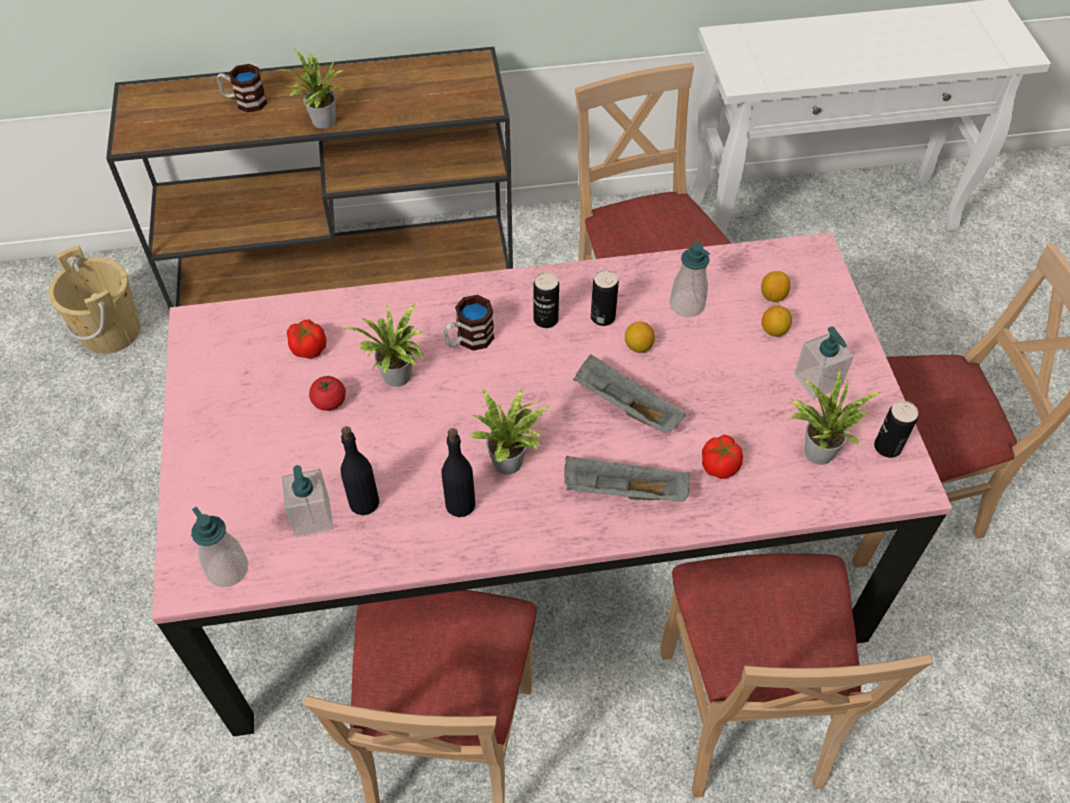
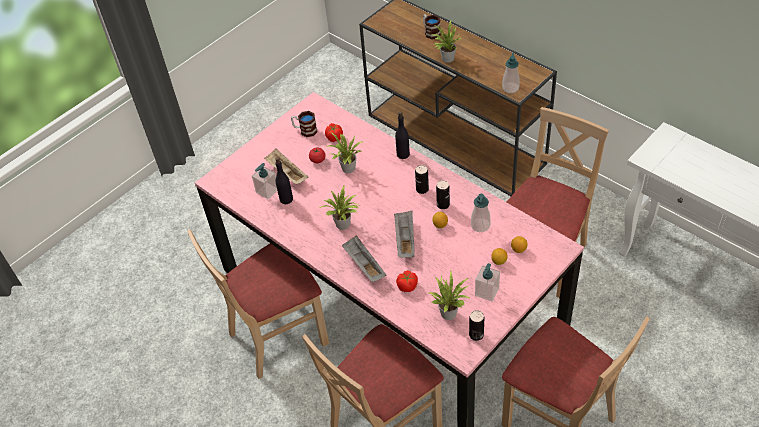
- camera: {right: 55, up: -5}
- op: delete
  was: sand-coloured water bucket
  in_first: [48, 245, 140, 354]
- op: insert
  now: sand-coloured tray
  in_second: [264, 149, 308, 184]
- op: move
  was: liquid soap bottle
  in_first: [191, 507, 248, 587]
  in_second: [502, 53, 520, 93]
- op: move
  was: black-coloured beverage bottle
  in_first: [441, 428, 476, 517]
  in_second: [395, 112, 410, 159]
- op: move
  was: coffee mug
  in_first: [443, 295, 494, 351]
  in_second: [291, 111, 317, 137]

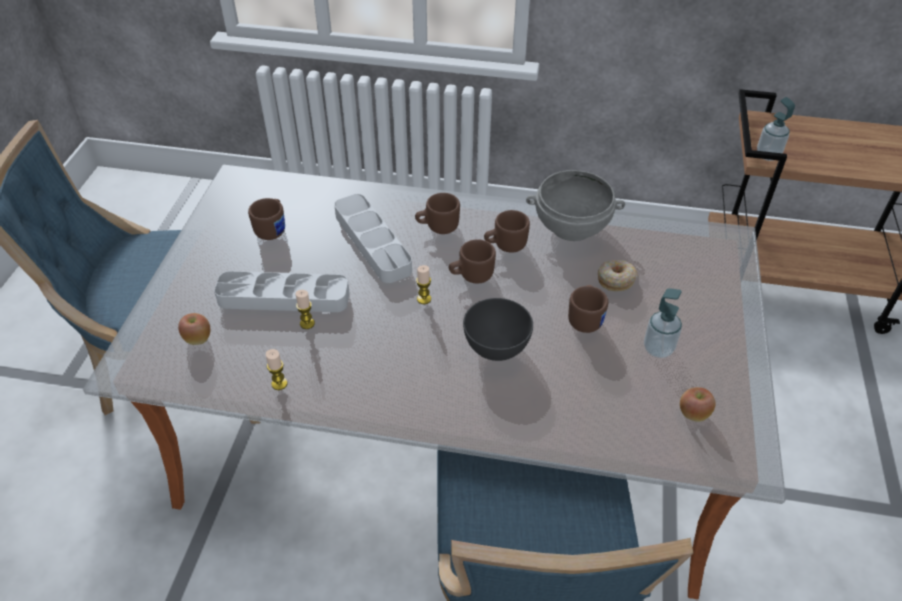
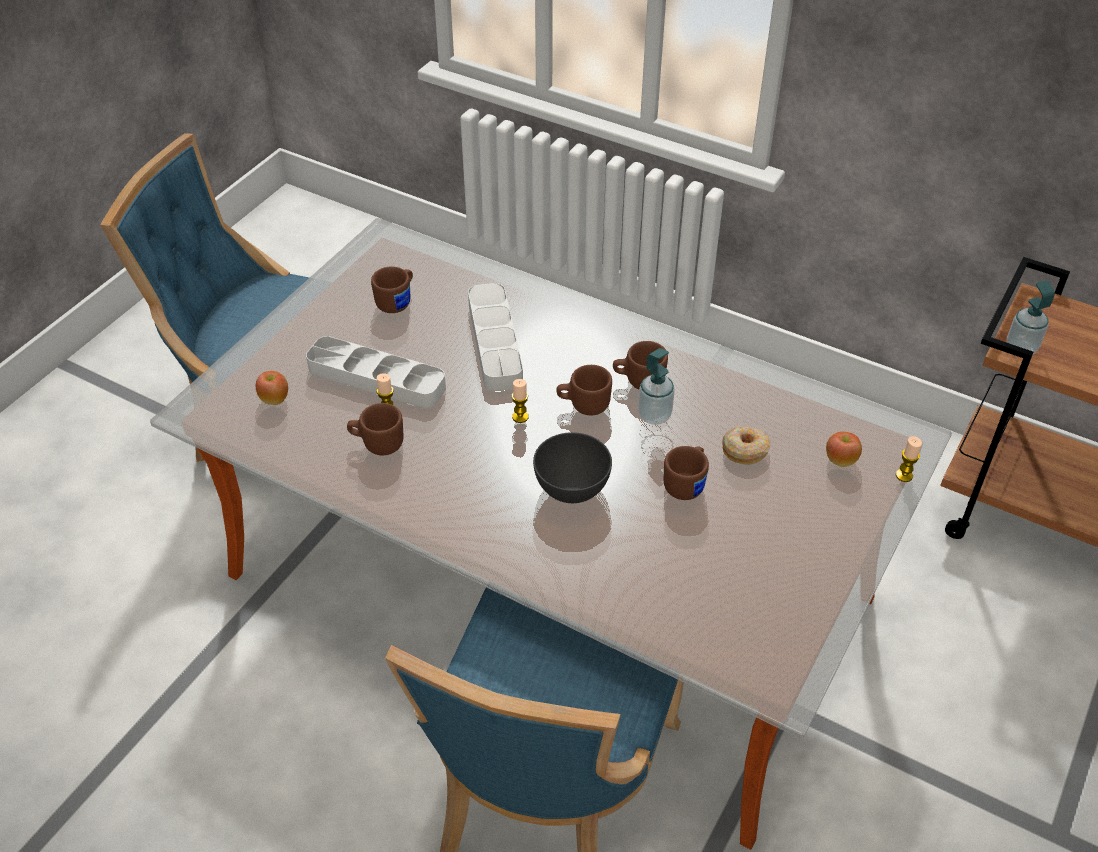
- camera: {right: 20, up: 0}
- op: delete
  was: gray serving bowl
  in_first: [526, 170, 625, 241]
- op: move
  was: wax candle
  in_first: [266, 349, 287, 390]
  in_second: [896, 436, 922, 482]
- op: move
  was: brown-coloured coffee mug
  in_first: [415, 193, 460, 234]
  in_second: [347, 403, 403, 455]
- op: move
  was: liquid soap bottle
  in_first: [644, 288, 682, 358]
  in_second: [638, 348, 675, 425]
- op: move
  was: whole apple
  in_first: [680, 387, 716, 422]
  in_second: [826, 431, 862, 467]

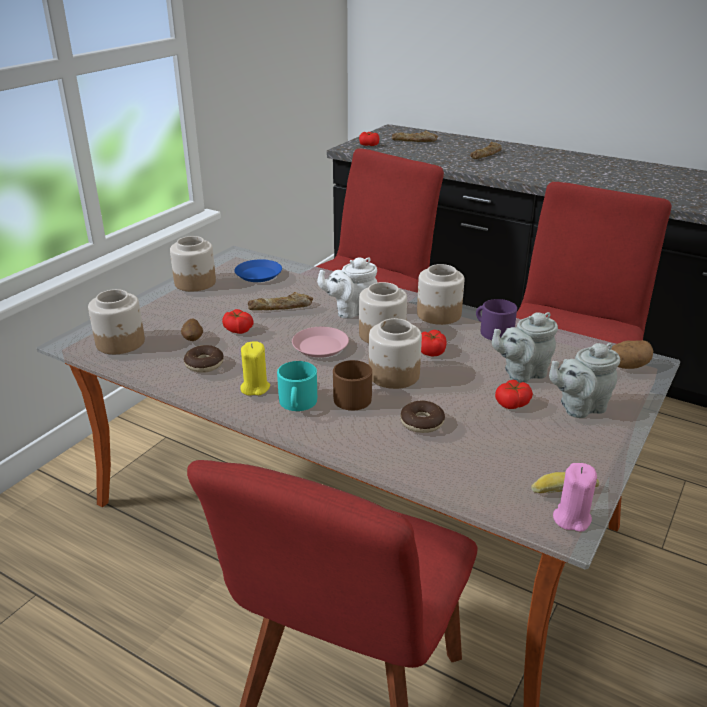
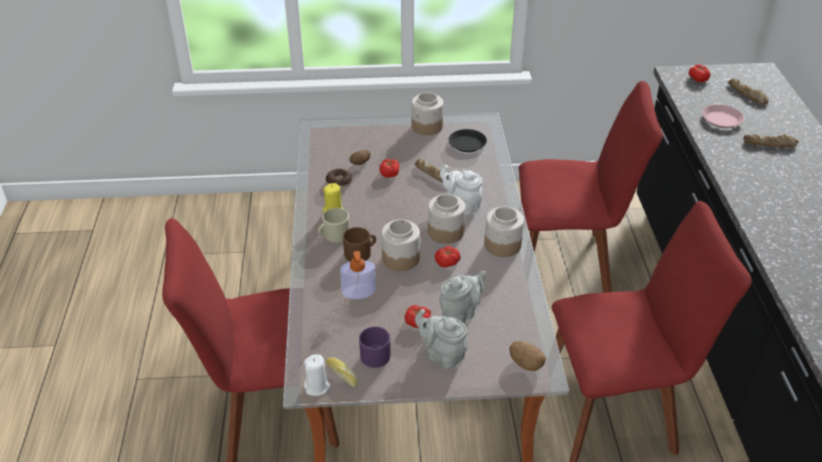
- camera: {right: 55, up: 10}
- op: delete
  was: storage jar
  in_first: [88, 289, 145, 354]
- op: move
  was: pink dinner plate
  in_first: [292, 327, 349, 358]
  in_second: [702, 105, 744, 128]
- op: move
  was: purple-coloured coffee mug
  in_first: [476, 299, 517, 340]
  in_second: [359, 327, 391, 368]
- op: replace
  was: doughnut
  now: liquid soap bottle
  in_first: [400, 401, 445, 433]
  in_second: [340, 251, 376, 299]
- op: recolor
  was: bluish dinner plate
  now: black-coloured dinner plate
  in_first: [234, 259, 282, 282]
  in_second: [449, 129, 487, 152]
- op: recolor
  was: blue-green coffee mug
  now: sand-coloured coffee mug
  in_first: [277, 361, 317, 411]
  in_second: [318, 208, 350, 243]
- op: recolor
  was: pink wax candle
  now: white-coloured wax candle
  in_first: [553, 463, 597, 532]
  in_second: [304, 354, 331, 396]
- op: rotate
  was: gray pot for tea
  in_first: [492, 312, 558, 383]
  in_second: [439, 271, 486, 323]
  clockwise: 105

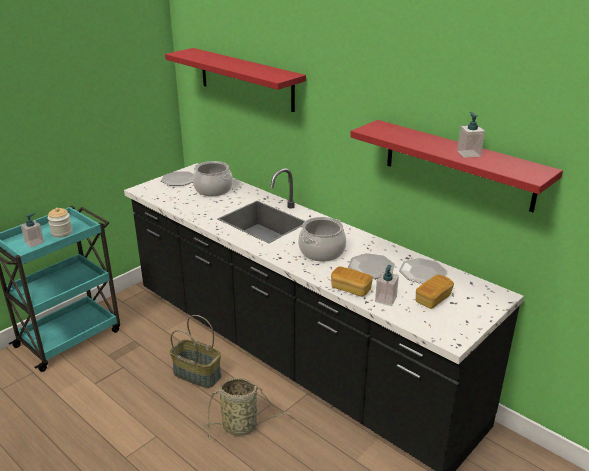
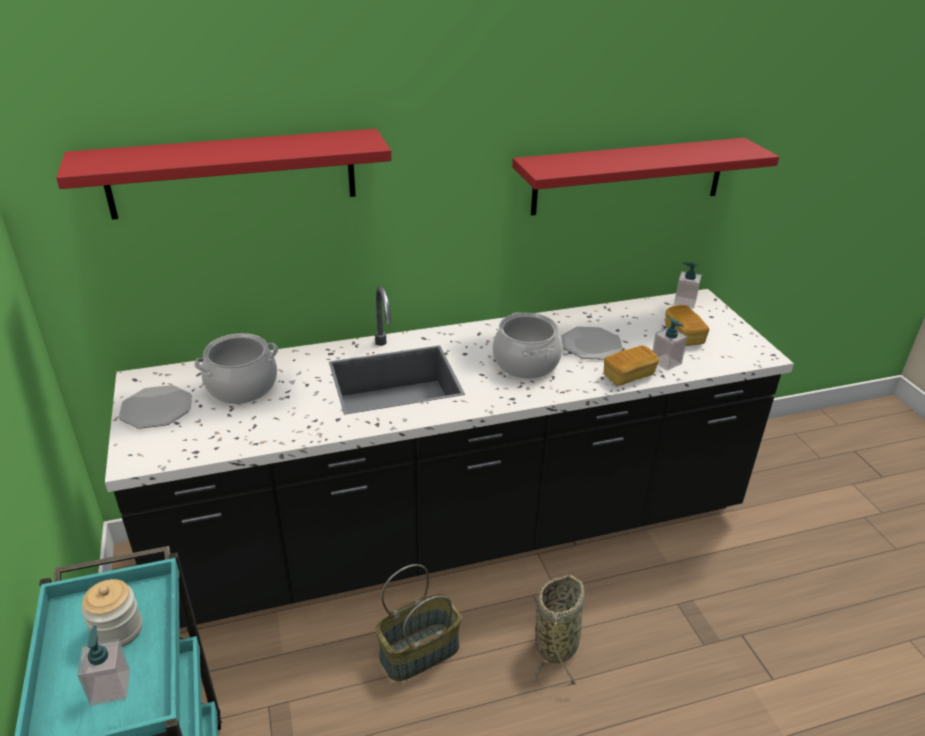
- camera: {right: -60, up: 5}
- op: delete
  was: dinner plate
  in_first: [399, 258, 447, 284]
- op: move
  was: liquid soap bottle
  in_first: [457, 112, 485, 158]
  in_second: [674, 262, 702, 309]

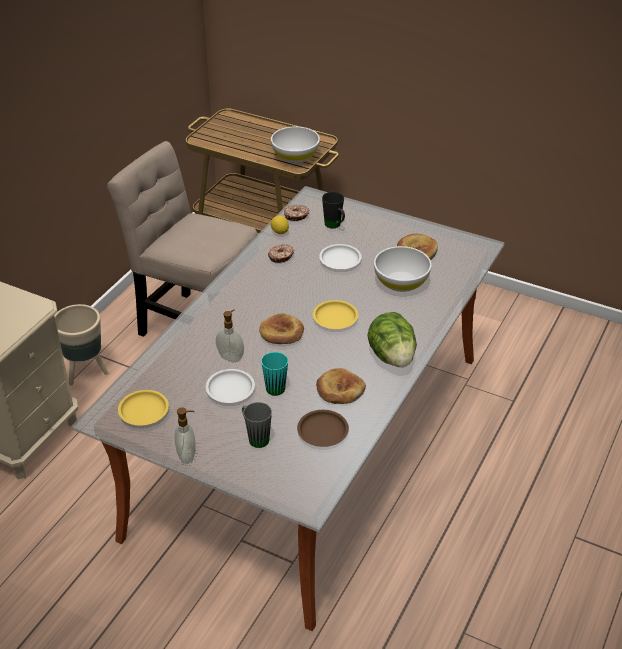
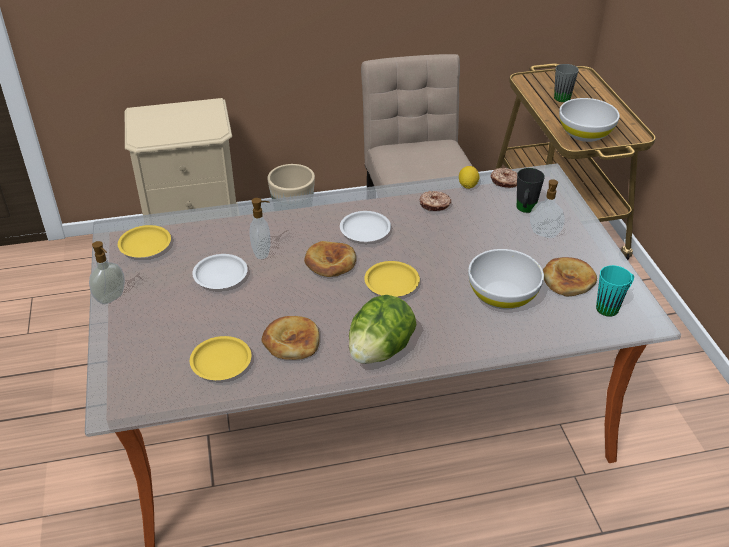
- camera: {right: 50, up: 0}
- op: insert
  now: liquid soap bottle
  in_second: [530, 179, 565, 238]
- op: move
  was: gray coffee mug
  in_first: [242, 402, 272, 448]
  in_second: [554, 64, 579, 102]
- op: move
  was: blue-green coffee mug
  in_first: [261, 352, 288, 396]
  in_second: [596, 265, 634, 317]
- op: move
  was: white-coloured dinner plate
  in_first: [319, 244, 362, 269]
  in_second: [340, 211, 391, 242]
- op: recolor
  was: brown-coloured dinner plate
  now: yellow dinner plate
  in_first: [297, 410, 349, 447]
  in_second: [190, 336, 251, 380]

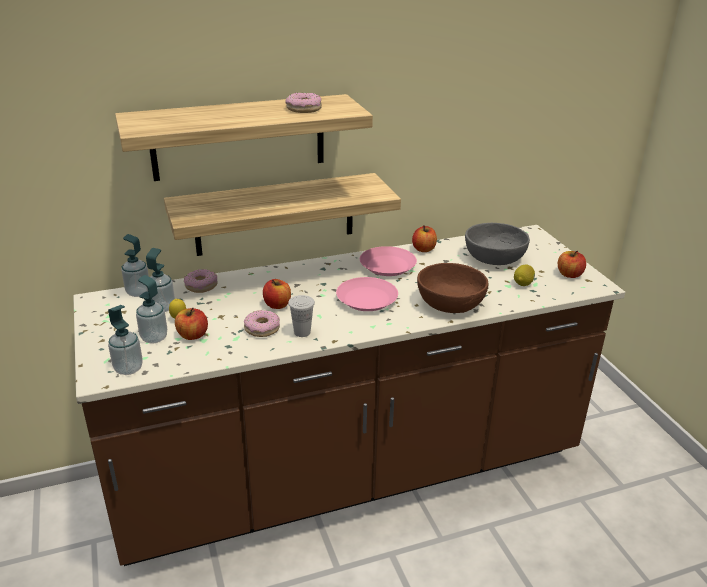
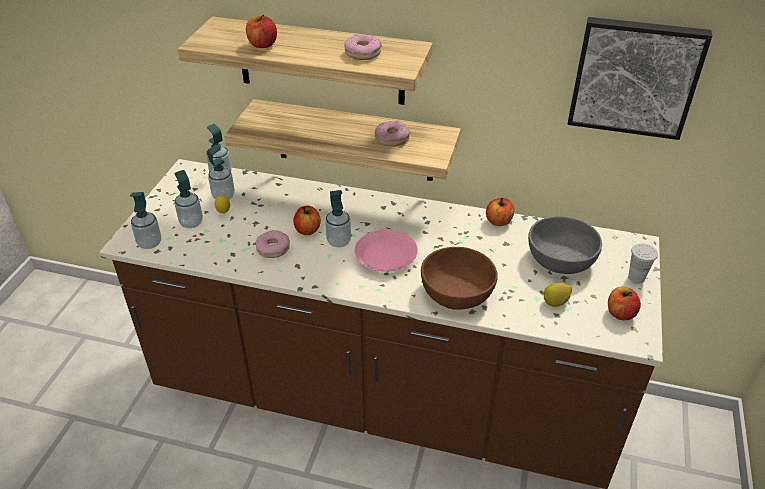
- camera: {right: 35, up: 10}
- op: delete
  was: pink dinner plate
  in_first: [360, 246, 417, 276]
- op: insert
  now: liquid soap bottle
  in_second: [325, 190, 351, 247]
- op: insert
  now: wall picture
  in_second: [567, 17, 712, 140]
- op: move
  was: whole apple
  in_first: [175, 308, 208, 340]
  in_second: [246, 15, 277, 48]
- op: move
  was: doughnut
  in_first: [184, 269, 218, 293]
  in_second: [375, 121, 410, 146]
- op: move
  was: white-coloured cup
  in_first: [288, 295, 315, 337]
  in_second: [628, 243, 658, 284]

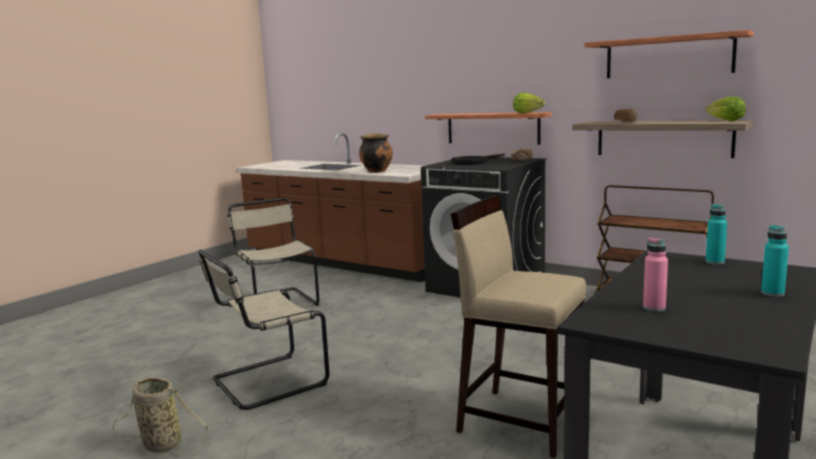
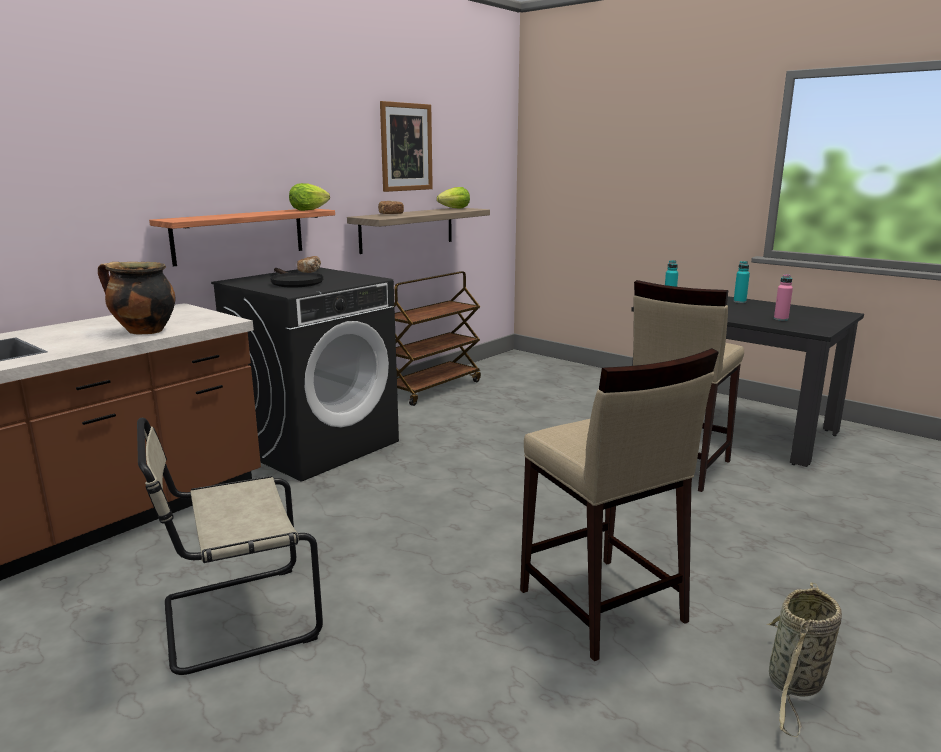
- camera: {right: -85, up: 5}
- op: replace
  was: sand-coloured plain chair
  now: sand-coloured stool
  in_first: [198, 250, 330, 410]
  in_second: [520, 348, 719, 661]
- op: replace
  was: wall shelf
  now: wall picture
  in_first: [584, 30, 754, 78]
  in_second: [380, 101, 433, 192]

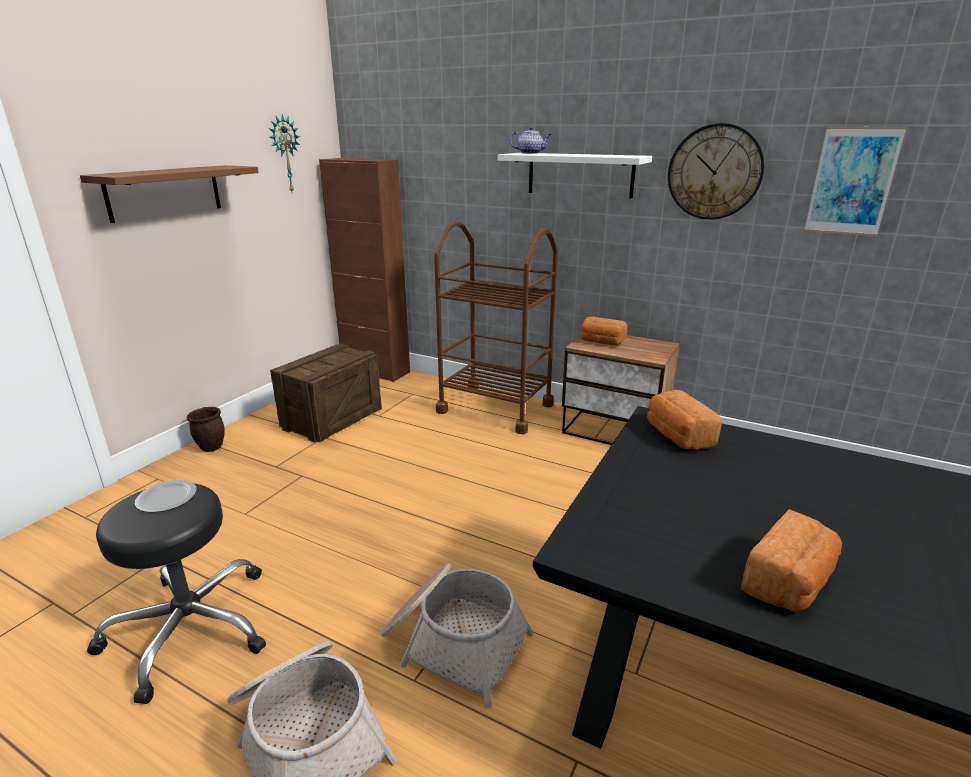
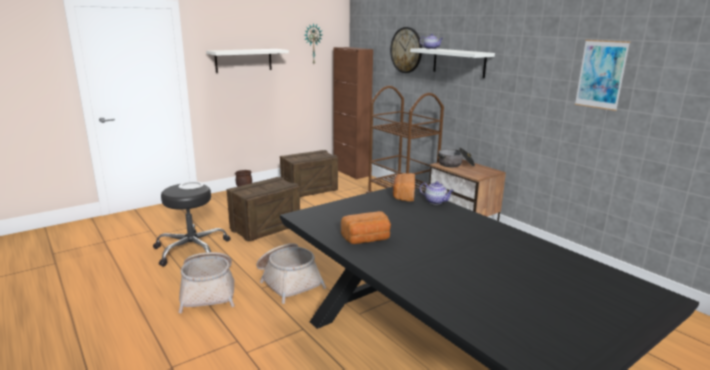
- camera: {right: 25, up: -5}
- op: insert
  now: crate
  in_second: [226, 177, 300, 242]
- op: insert
  now: pot for tea
  in_second: [420, 181, 454, 204]
- op: move
  was: clock on the wall
  in_first: [668, 123, 765, 219]
  in_second: [390, 27, 422, 73]
- op: replace
  was: baked bread
  now: cooking pot
  in_first: [581, 317, 627, 346]
  in_second: [438, 148, 475, 167]
- op: recolor
  was: brown-coloured wall shelf
  now: white-coloured wall shelf
  in_first: [80, 165, 259, 223]
  in_second: [206, 49, 289, 73]

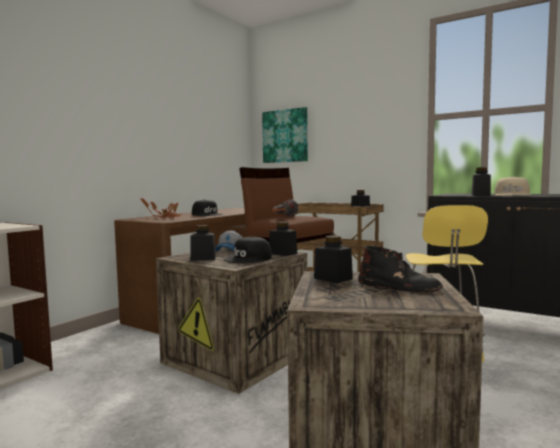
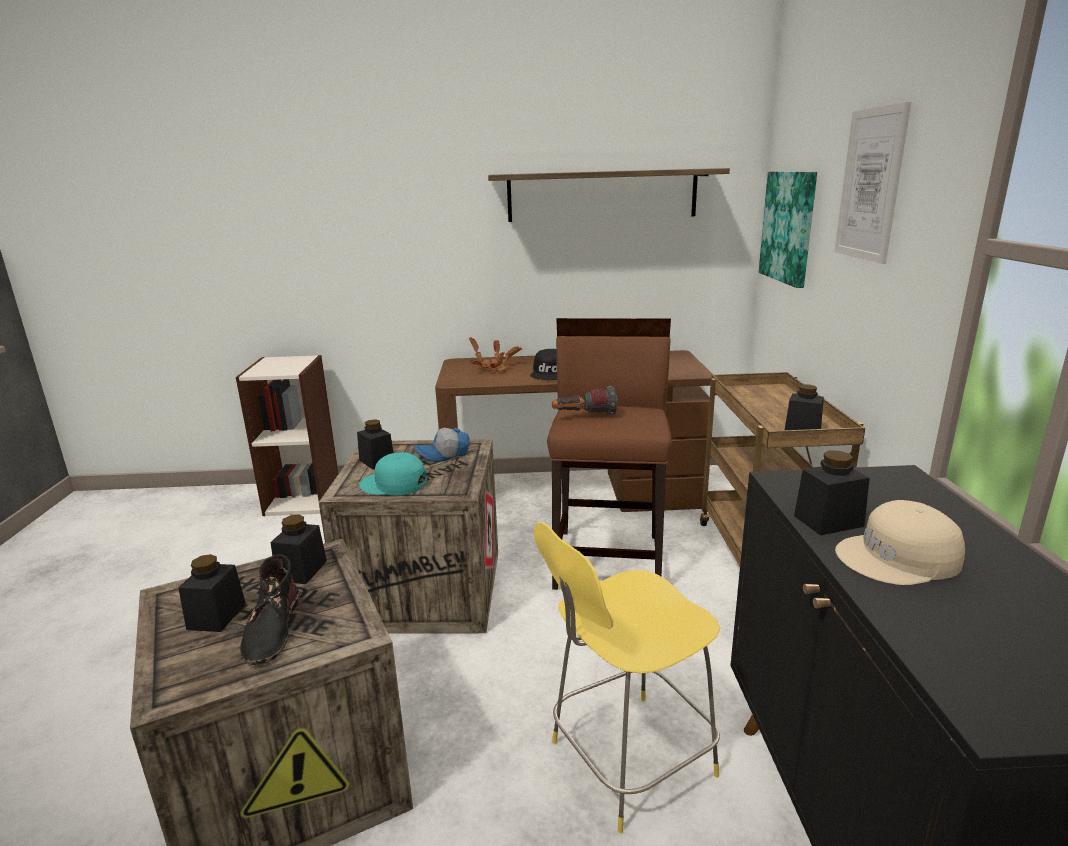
- camera: {right: 55, up: 15}
- op: insert
  now: wall shelf
  in_second: [488, 168, 730, 222]
- op: insert
  now: wall picture
  in_second: [834, 102, 911, 264]
- op: move
  was: black-coloured storage jar
  in_first: [269, 222, 297, 256]
  in_second: [178, 554, 246, 632]
- op: recolor
  was: black-coloured cap
  now: blue-green cap
  in_first: [224, 236, 272, 263]
  in_second: [359, 452, 427, 496]

